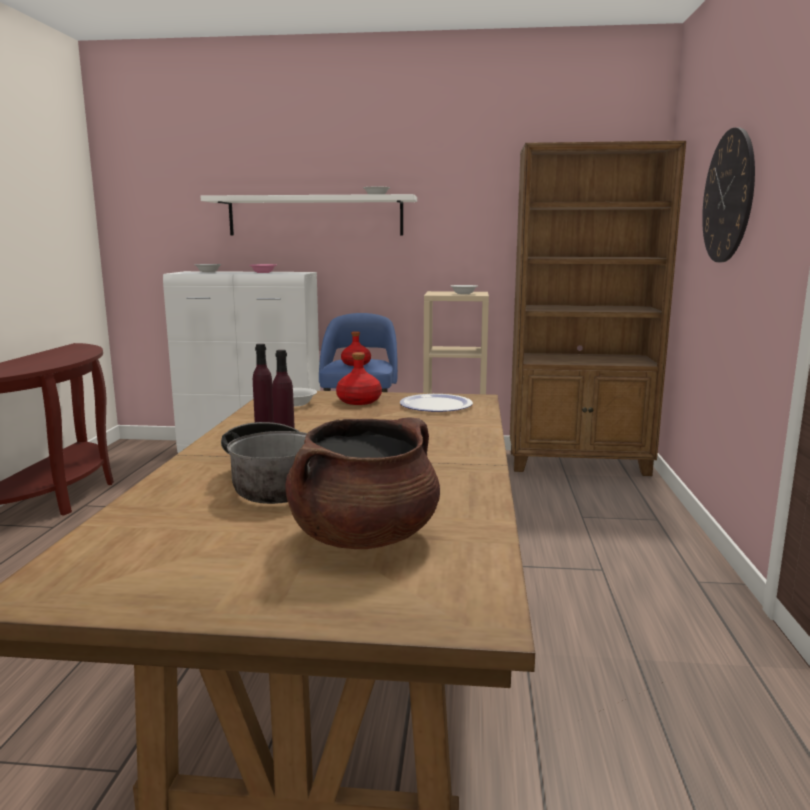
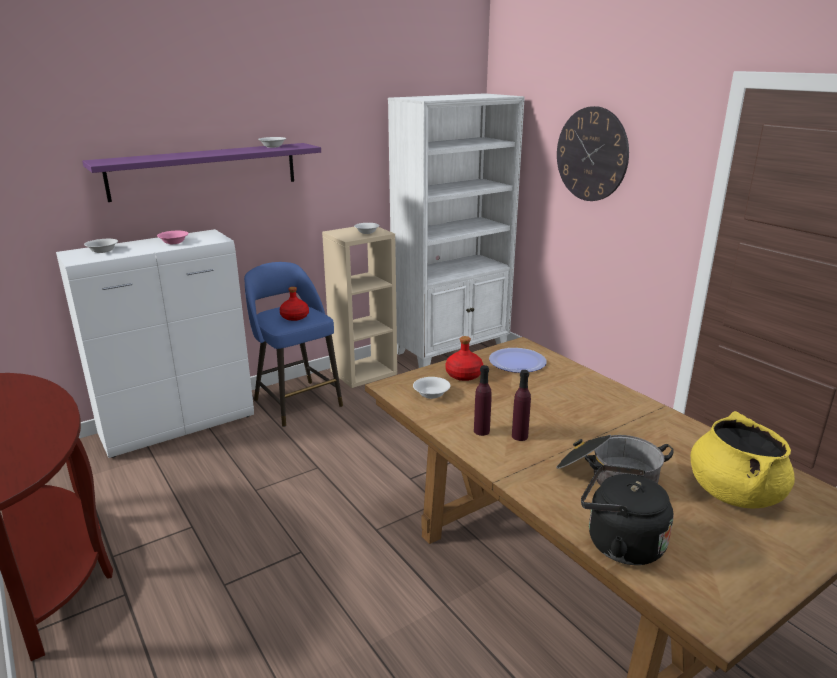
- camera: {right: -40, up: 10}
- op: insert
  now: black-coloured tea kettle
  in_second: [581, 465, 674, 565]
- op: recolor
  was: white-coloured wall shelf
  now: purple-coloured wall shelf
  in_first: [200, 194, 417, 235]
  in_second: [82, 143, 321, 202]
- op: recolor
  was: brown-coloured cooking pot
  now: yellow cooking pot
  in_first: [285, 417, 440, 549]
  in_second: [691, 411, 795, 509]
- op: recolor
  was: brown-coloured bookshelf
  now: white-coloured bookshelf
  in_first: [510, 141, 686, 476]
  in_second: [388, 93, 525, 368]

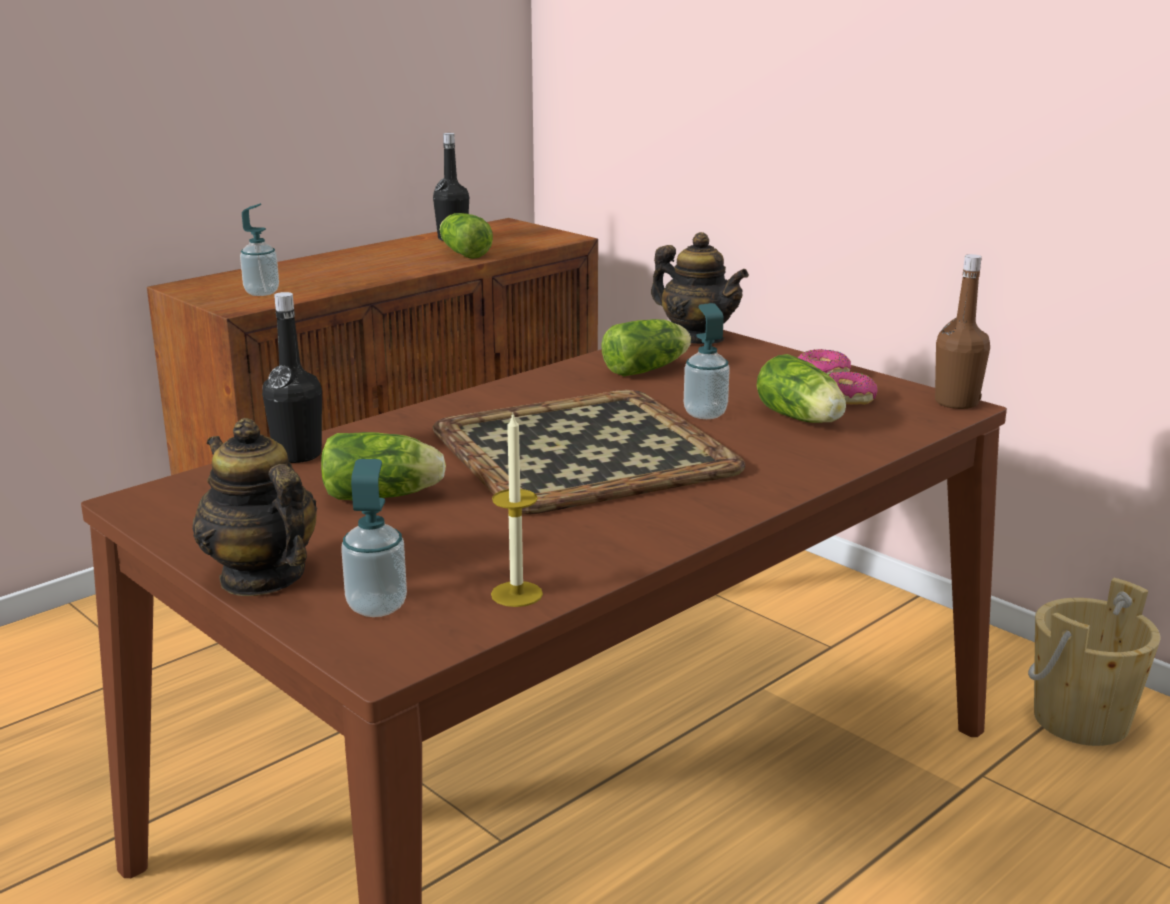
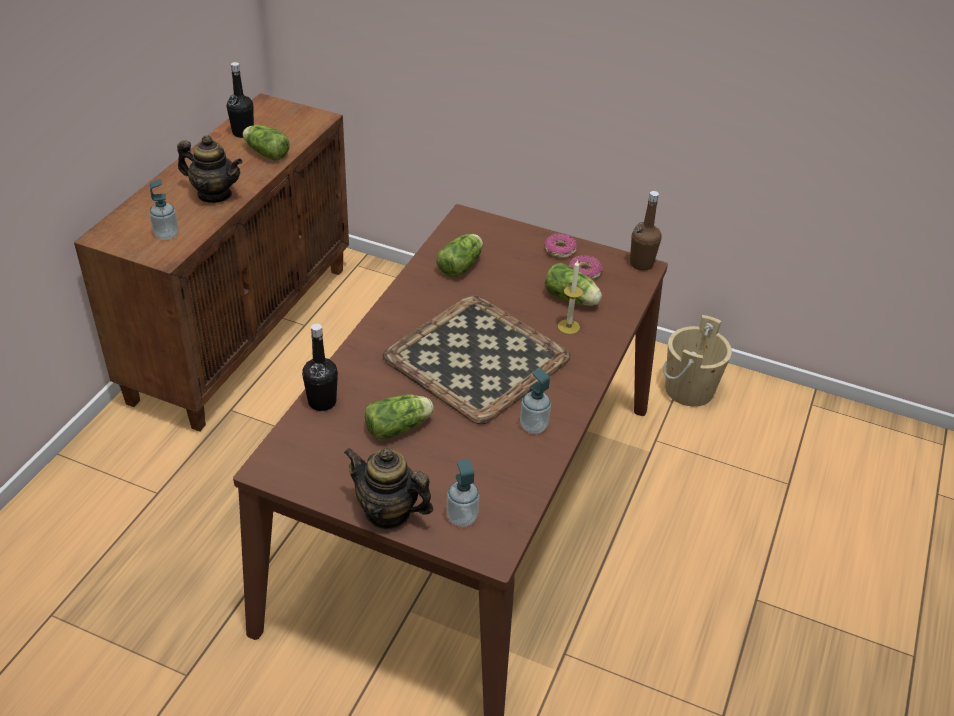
- camera: {right: -25, up: 20}
- op: move
  was: wax candle
  in_first: [491, 415, 543, 607]
  in_second: [558, 259, 583, 334]
- op: move
  was: pot for tea
  in_first: [651, 232, 749, 344]
  in_second: [177, 135, 243, 203]
- op: move
  was: liquid soap bottle
  in_first: [684, 303, 730, 419]
  in_second: [520, 368, 551, 434]

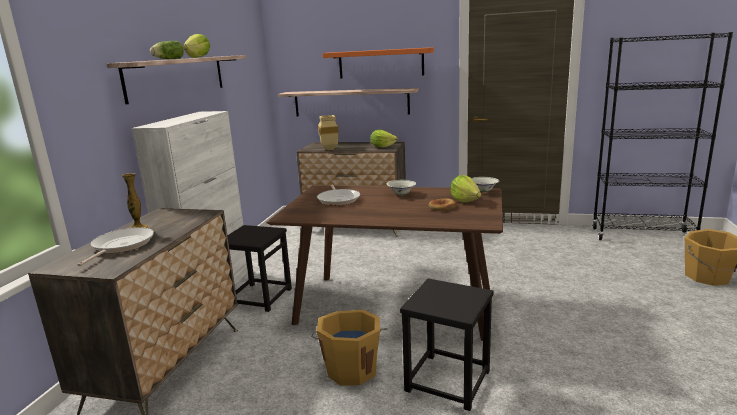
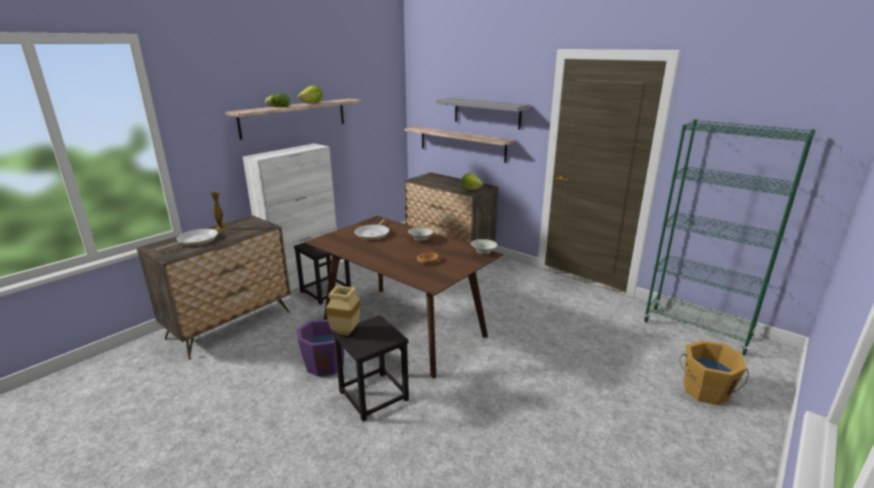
- camera: {right: 25, up: 5}
- op: delete
  was: lettuce head
  in_first: [451, 175, 481, 203]
- op: move
  was: sand-coloured flower vase
  in_first: [318, 115, 339, 150]
  in_second: [326, 286, 361, 336]
- op: recolor
  was: orangey water bucket
  now: purple-coloured water bucket
  in_first: [311, 310, 388, 386]
  in_second: [297, 320, 344, 377]
- op: recolor
  was: orangey wall shelf
  now: gray wall shelf
  in_first: [322, 47, 434, 79]
  in_second: [436, 98, 530, 130]
- op: recolor
  was: black-coloured bookshelf
  now: green-coloured bookshelf
  in_first: [592, 32, 733, 240]
  in_second: [643, 119, 816, 355]

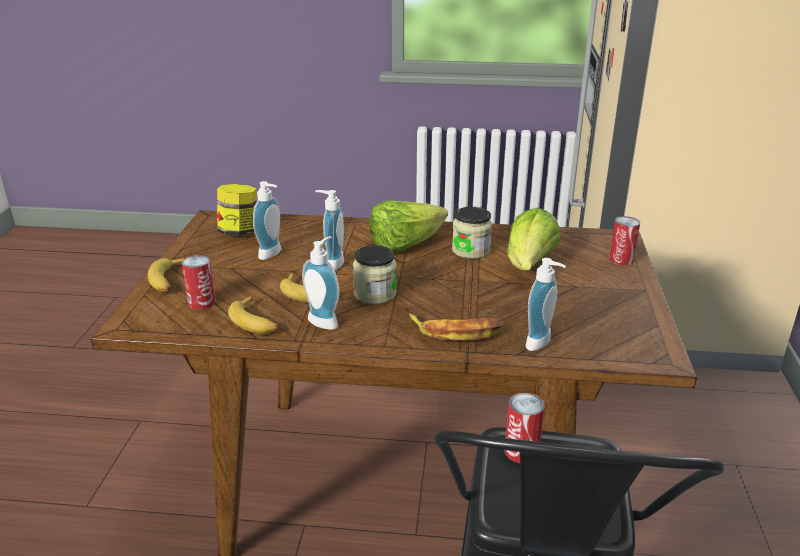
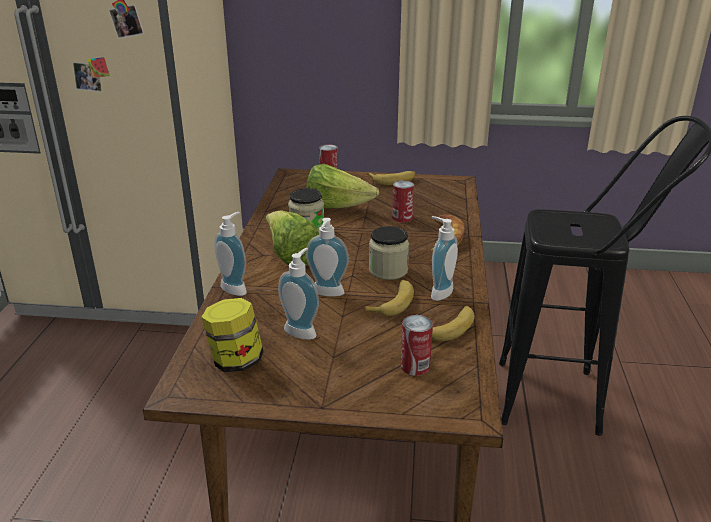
- camera: {right: -90, up: 0}
- op: move
  was: banana fruit
  in_first: [148, 258, 185, 292]
  in_second: [367, 171, 416, 185]
- op: move
  was: can
  in_first: [505, 393, 545, 463]
  in_second: [392, 180, 414, 223]
- op: move
  was: liquid soap bottle
  in_first: [526, 258, 566, 351]
  in_second: [214, 212, 247, 296]

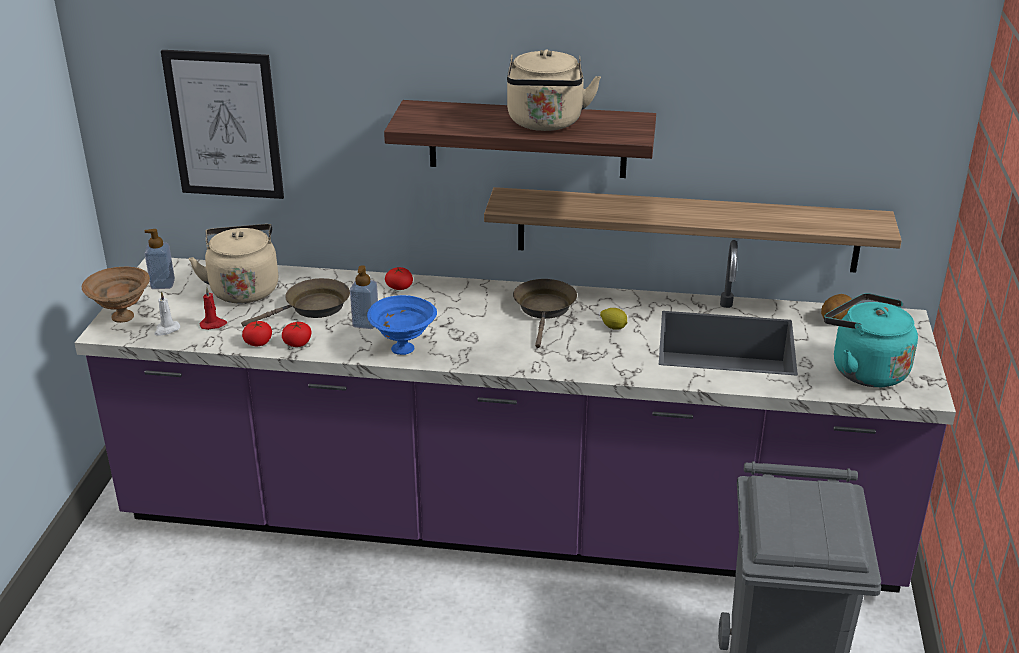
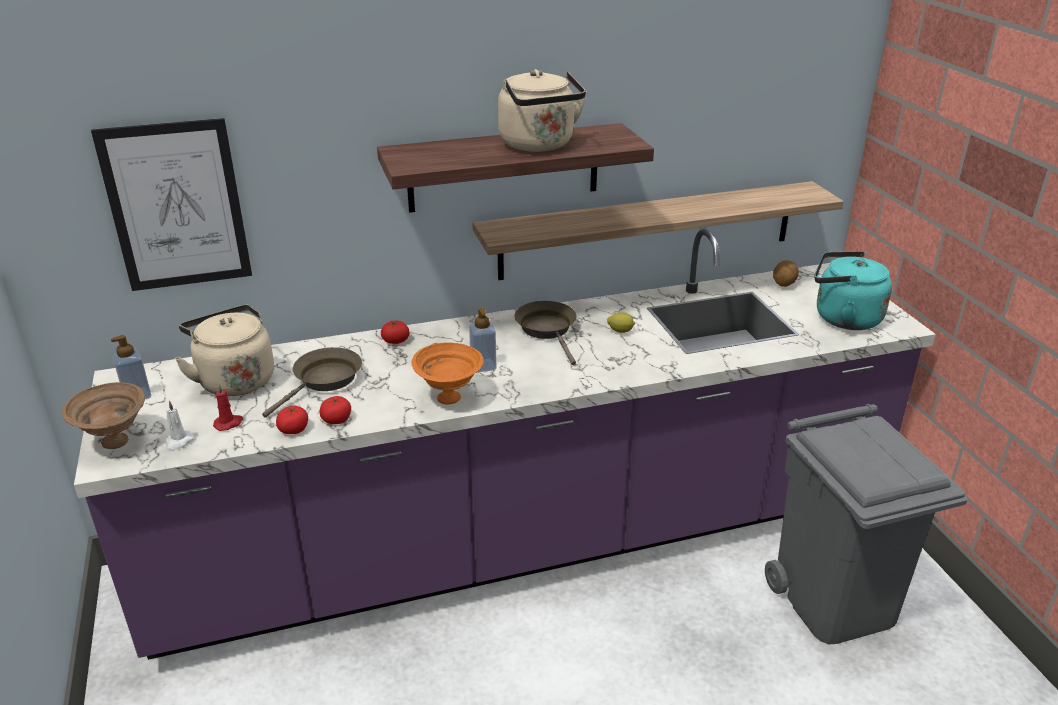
- camera: {right: -25, up: 0}
- op: move
  was: liquid soap bottle
  in_first: [350, 265, 378, 329]
  in_second: [469, 307, 496, 372]
- op: recolor
  was: bluish serving bowl
  now: orangey serving bowl
  in_first: [367, 295, 437, 355]
  in_second: [412, 342, 484, 405]

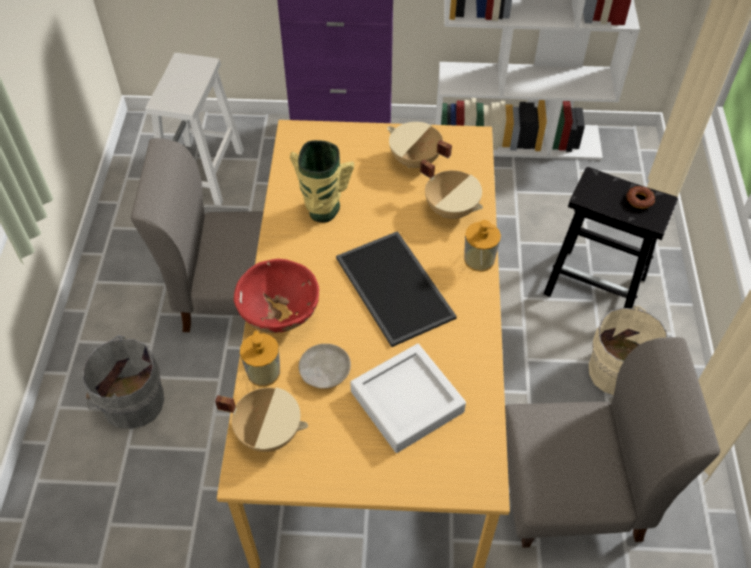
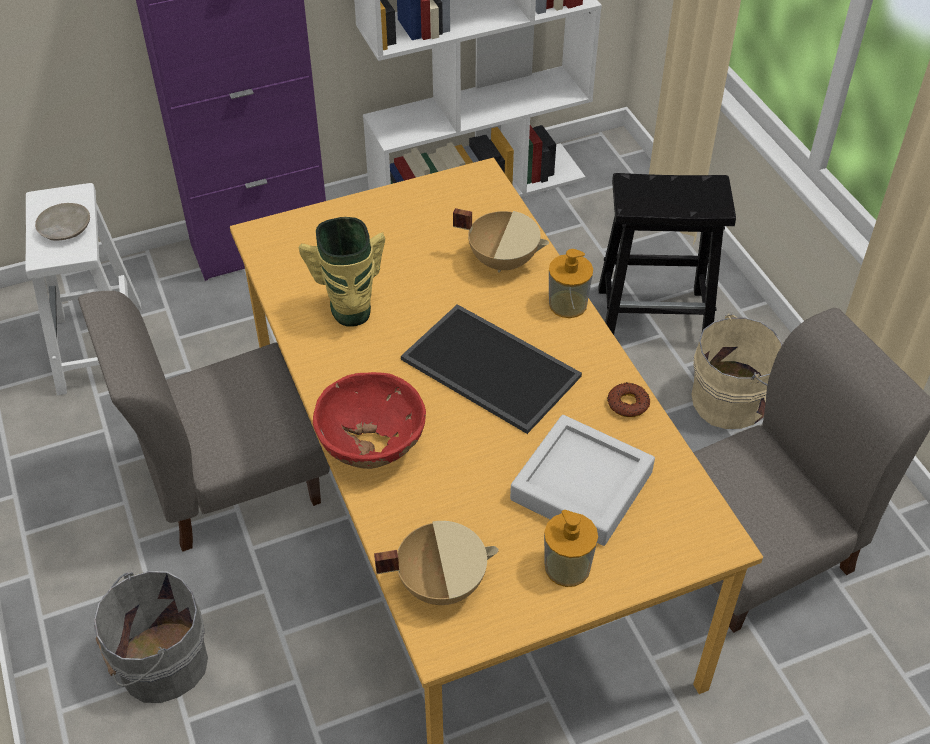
- camera: {right: -25, up: -5}
- op: delete
  was: sand-coloured cooking pot
  in_first: [387, 122, 452, 168]
- op: move
  was: liquid soap bottle
  in_first: [240, 331, 280, 387]
  in_second: [544, 510, 598, 587]
- op: move
  was: sand-coloured dinner plate
  in_first: [298, 344, 351, 389]
  in_second: [35, 203, 90, 241]
- op: move
  was: doughnut
  in_first: [627, 186, 655, 209]
  in_second: [607, 382, 650, 417]

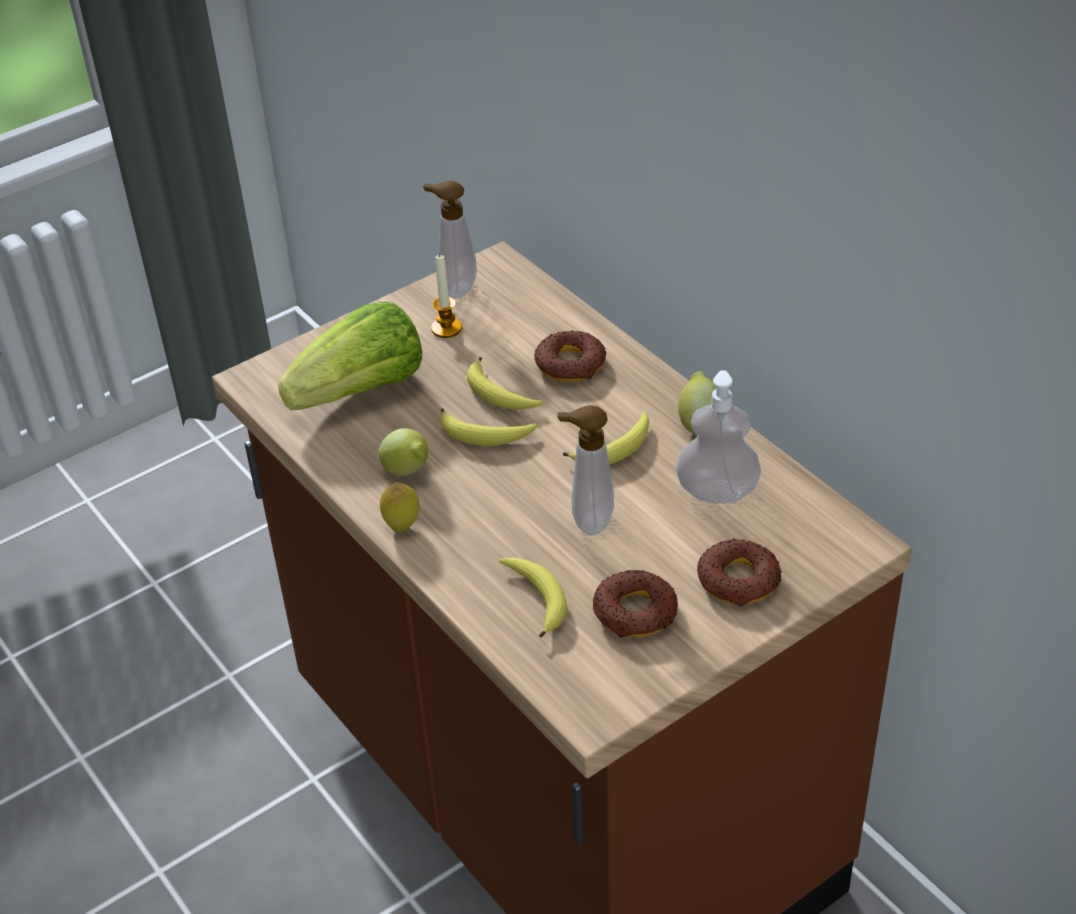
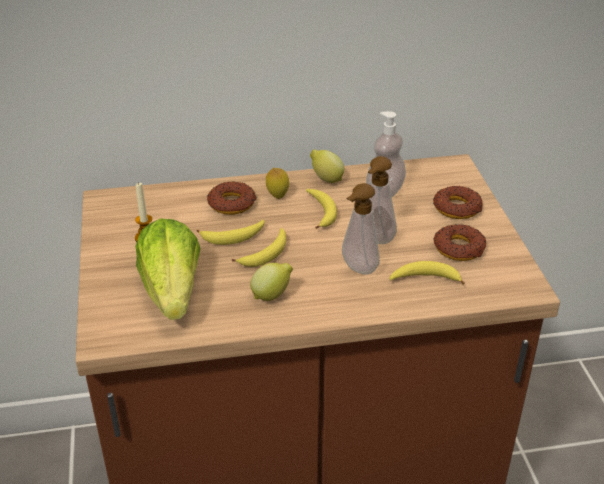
- camera: {right: -65, up: -5}
- op: move
  was: whole lemon
  in_first: [380, 482, 420, 532]
  in_second: [266, 168, 289, 199]
- op: move
  was: liquid soap bottle
  in_first: [423, 181, 477, 299]
  in_second: [342, 183, 380, 274]

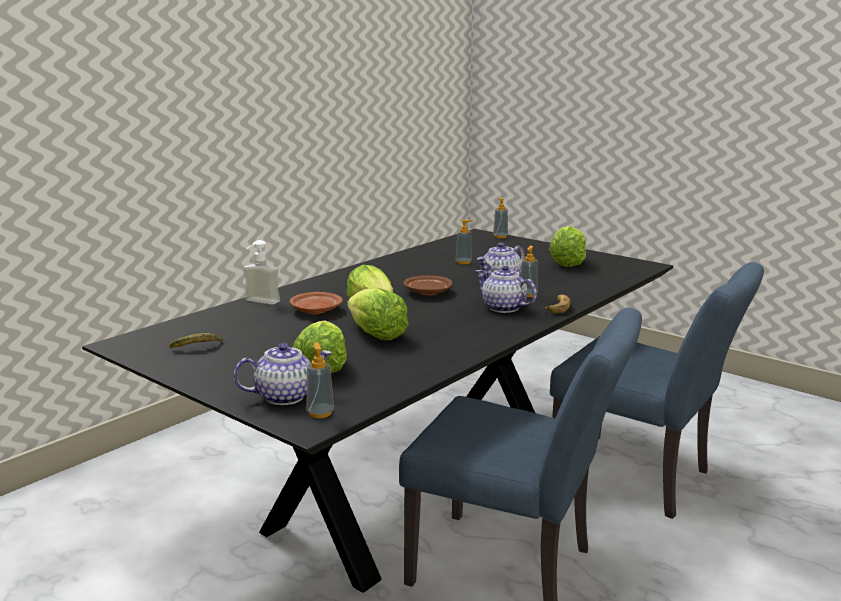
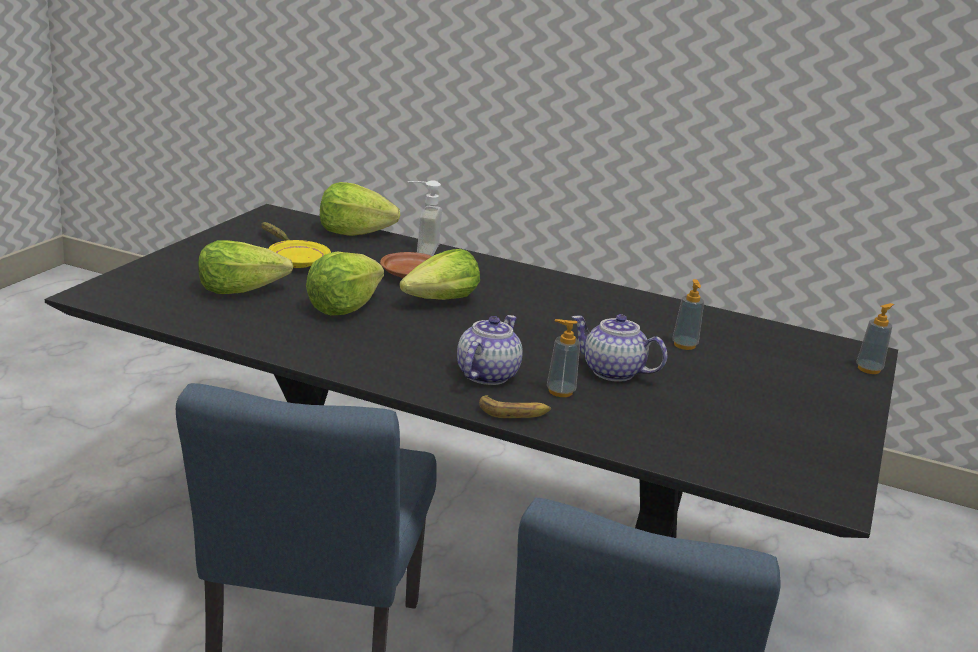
- camera: {right: 70, up: 5}
- op: delete
  was: pot for tea
  in_first: [234, 343, 332, 405]
- op: delete
  was: liquid soap bottle
  in_first: [307, 342, 334, 418]
- op: delete
  was: brown-coloured dinner plate
  in_first: [403, 275, 452, 296]
- op: insert
  now: yellow dinner plate
  in_second: [269, 240, 331, 268]
- op: move
  was: lettuce head
  in_first: [549, 226, 586, 267]
  in_second: [319, 182, 400, 236]

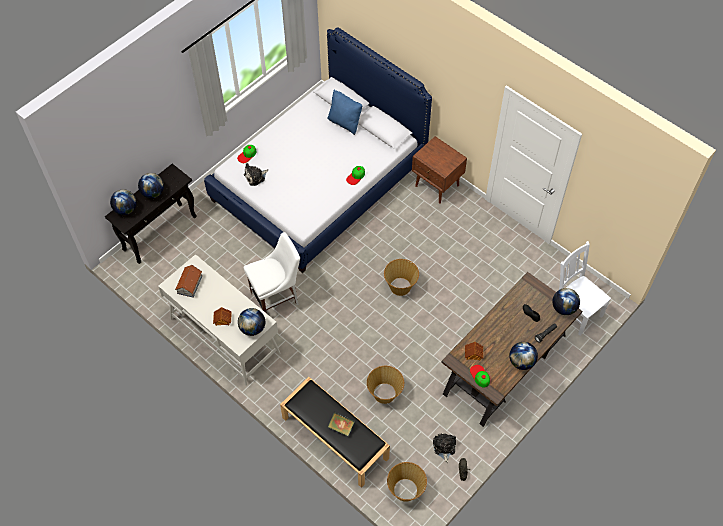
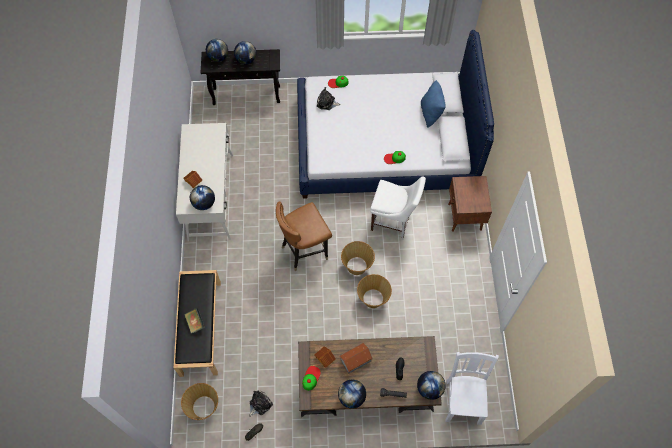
- camera: {right: 45, up: 5}
- op: insert
  now: brown-coloured plain chair
  in_second: [276, 201, 332, 271]
- op: move
  was: miniature house
  in_first: [175, 265, 202, 298]
  in_second: [339, 343, 373, 374]
- op: move
  was: white-coloured plain chair
  in_first: [243, 232, 300, 314]
  in_second: [371, 177, 426, 239]
- op: move
  was: basket
  in_first: [367, 366, 404, 404]
  in_second: [357, 274, 392, 308]

